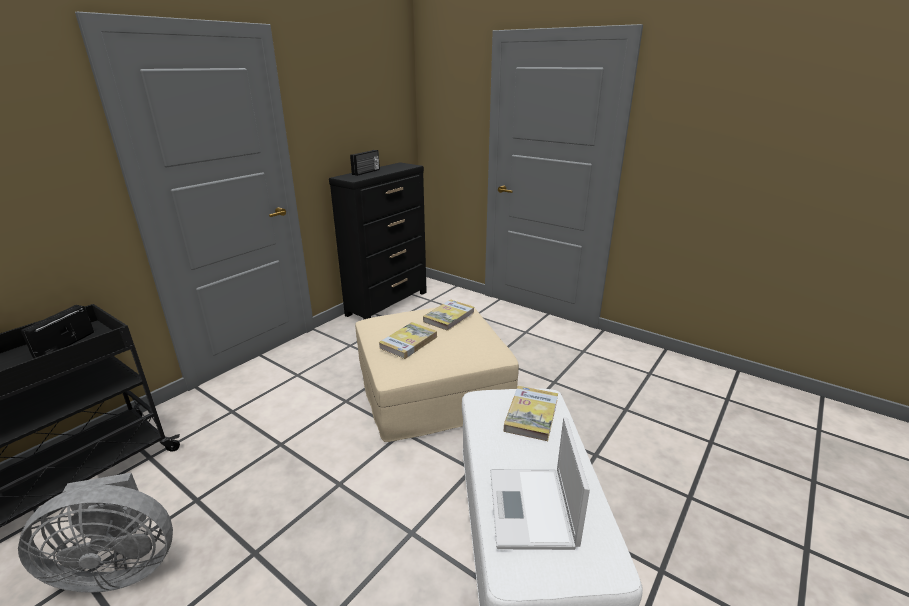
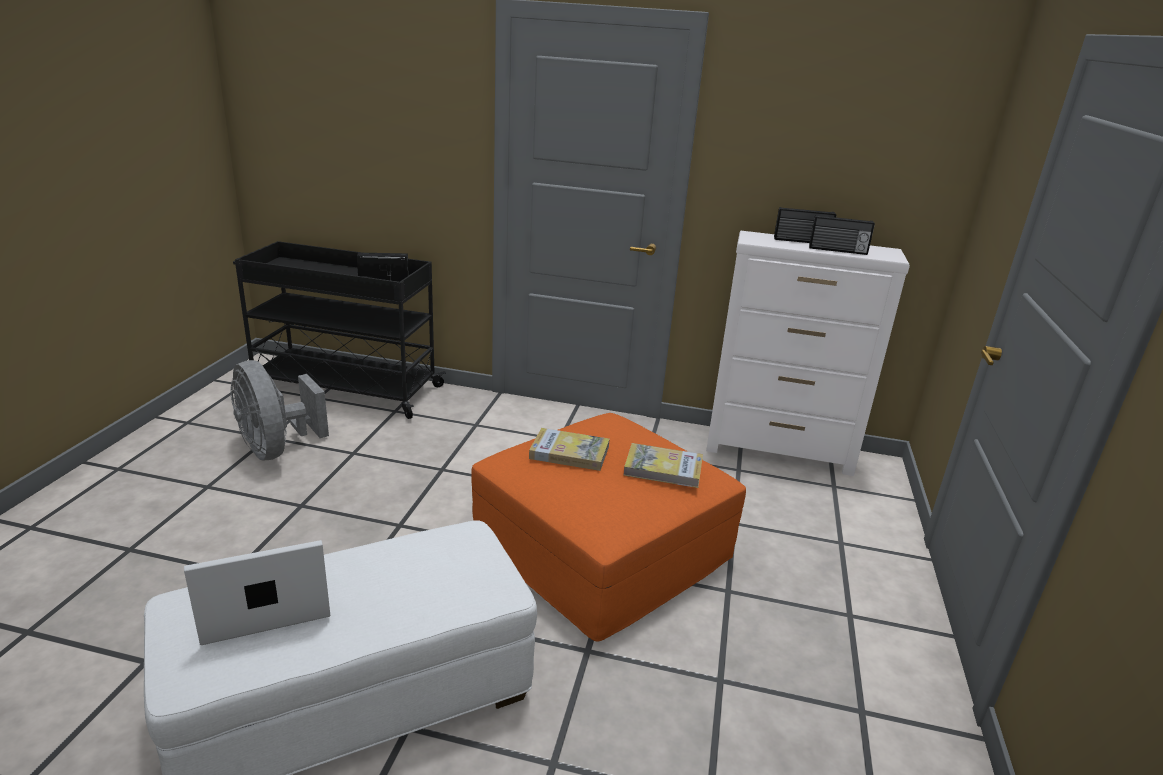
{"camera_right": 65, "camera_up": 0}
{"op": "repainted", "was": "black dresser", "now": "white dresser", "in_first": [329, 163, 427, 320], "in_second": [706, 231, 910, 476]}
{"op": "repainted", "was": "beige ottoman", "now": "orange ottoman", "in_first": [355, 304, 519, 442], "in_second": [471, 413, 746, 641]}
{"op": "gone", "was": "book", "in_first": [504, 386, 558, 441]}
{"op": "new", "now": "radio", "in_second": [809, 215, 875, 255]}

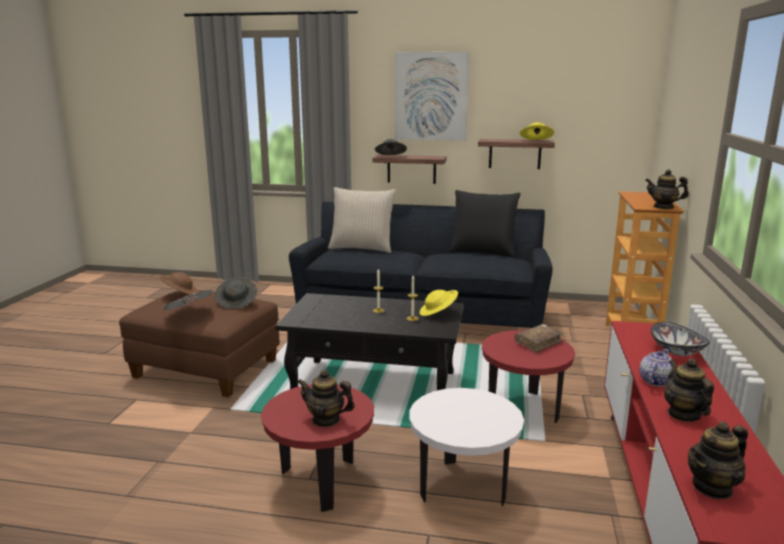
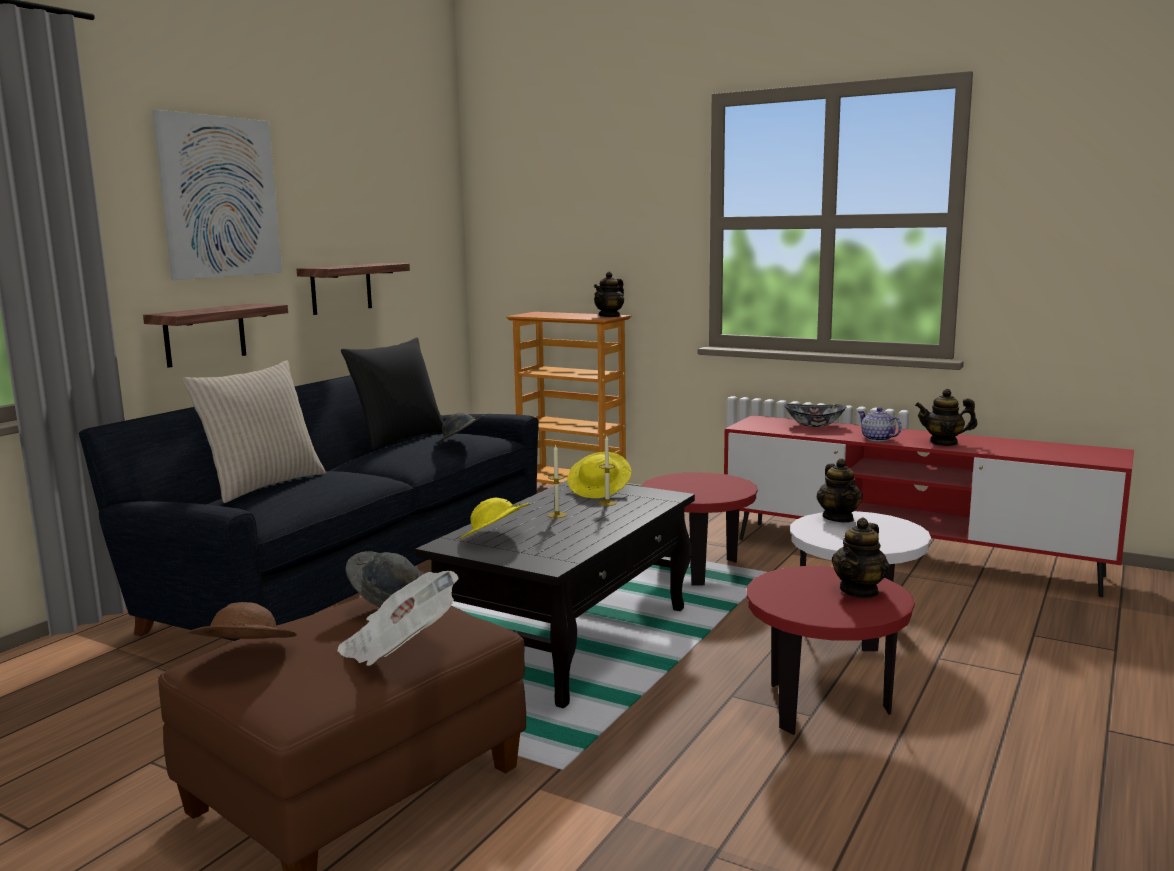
{"camera_right": -70, "camera_up": -5}
{"op": "shifted", "was": "grey hat", "in_first": [375, 139, 407, 155], "in_second": [435, 413, 485, 444]}
{"op": "gone", "was": "brown book", "in_first": [515, 324, 564, 353]}
{"op": "shifted", "was": "yellow hat", "in_first": [520, 122, 554, 140], "in_second": [460, 497, 529, 538]}
{"op": "shifted", "was": "teapot", "in_first": [688, 421, 748, 500], "in_second": [817, 458, 863, 523]}

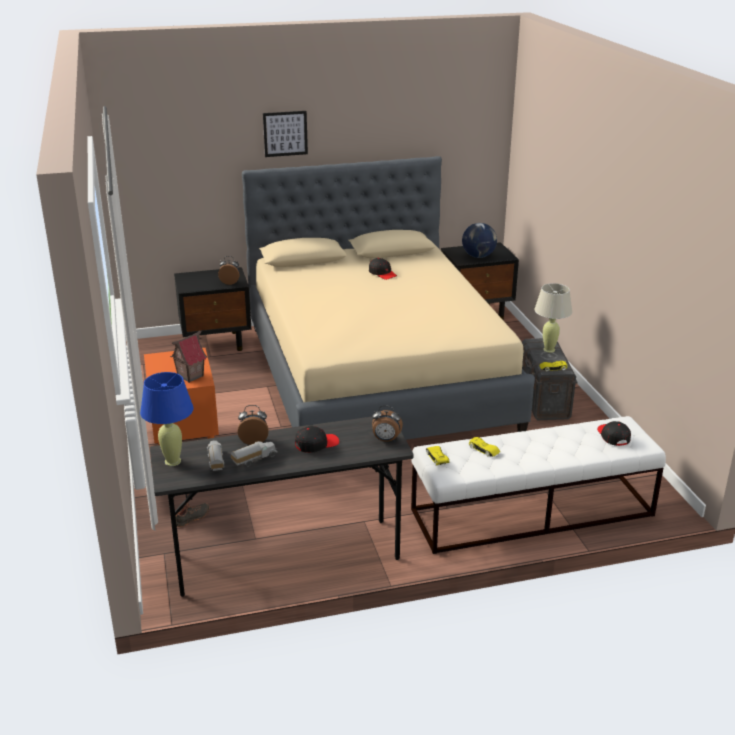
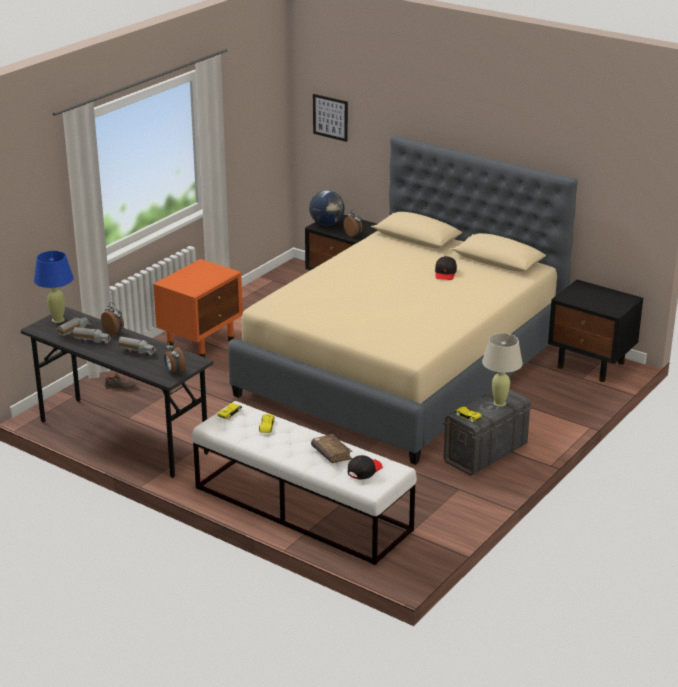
{"camera_right": 50, "camera_up": 0}
{"op": "gone", "was": "toy house", "in_first": [170, 331, 207, 383]}
{"op": "shifted", "was": "picture", "in_first": [263, 111, 308, 157], "in_second": [313, 94, 348, 142]}
{"op": "swapped", "was": "black cap", "now": "toy truck", "in_first": [295, 426, 339, 453], "in_second": [118, 336, 156, 357]}
{"op": "shifted", "was": "globe", "in_first": [462, 223, 497, 258], "in_second": [309, 190, 345, 226]}
{"op": "new", "now": "brown book", "in_second": [311, 434, 353, 463]}

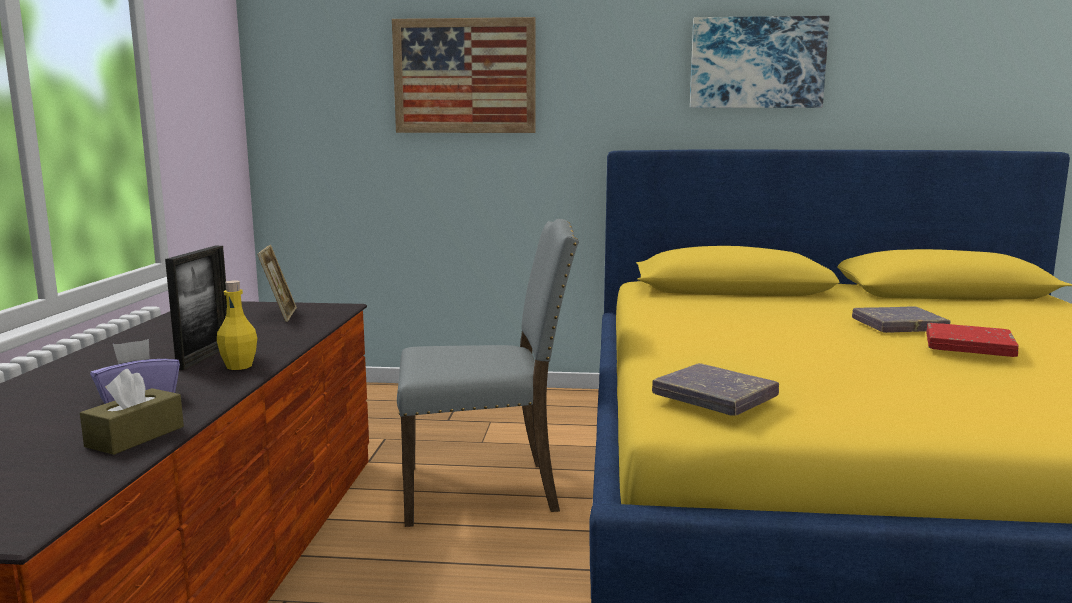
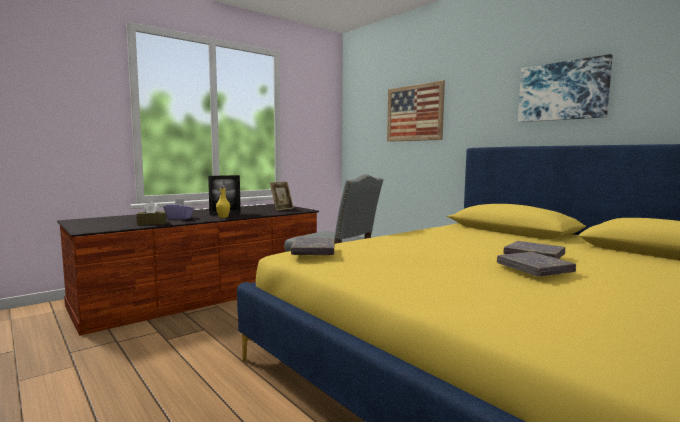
{"camera_right": 45, "camera_up": -5}
{"op": "repainted", "was": "red book", "now": "grey book", "in_first": [926, 323, 1018, 357], "in_second": [497, 252, 576, 276]}

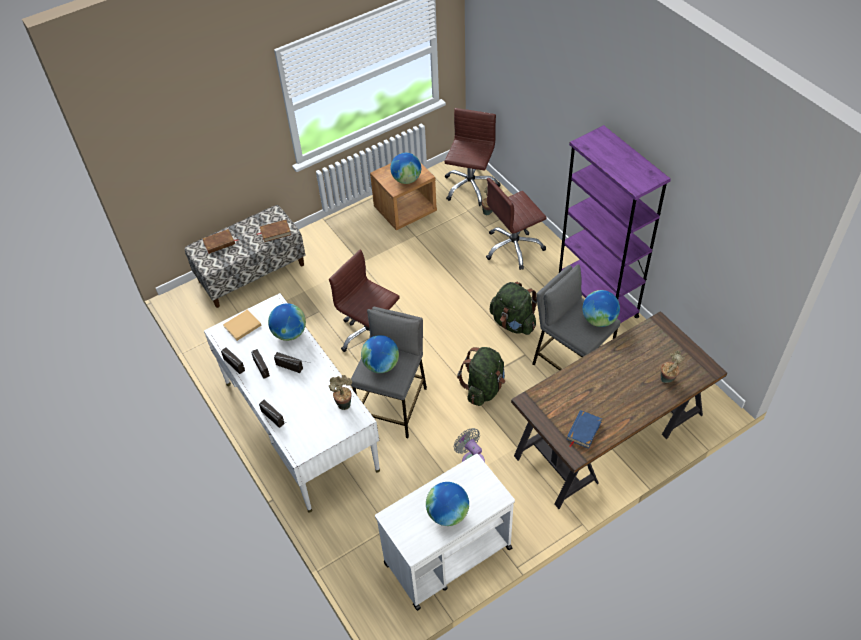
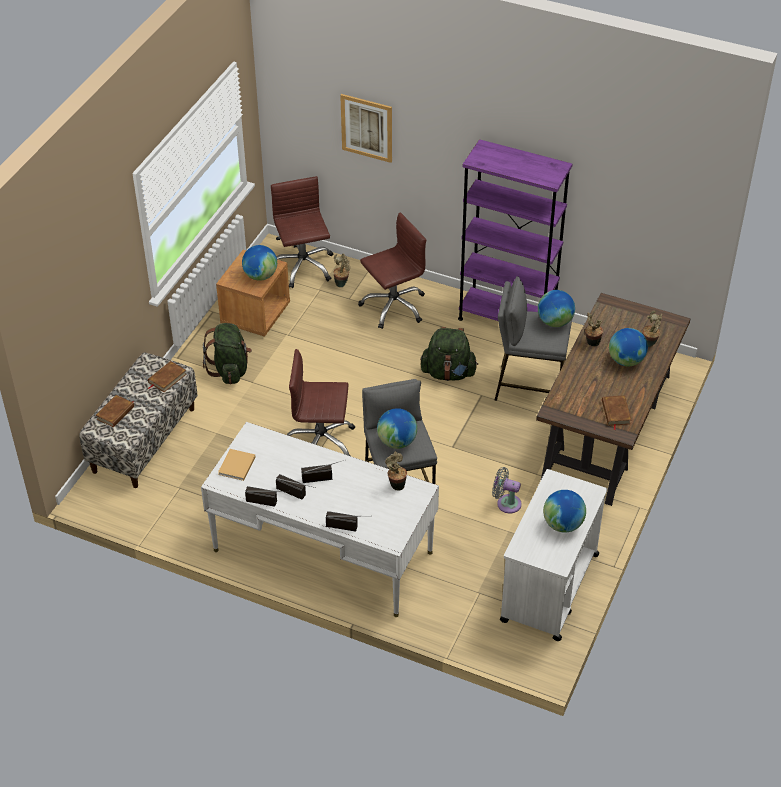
{"camera_right": -35, "camera_up": -5}
{"op": "shifted", "was": "globe", "in_first": [268, 303, 306, 341], "in_second": [609, 328, 648, 366]}
{"op": "shifted", "was": "green backpack", "in_first": [457, 347, 505, 406], "in_second": [203, 323, 252, 384]}
{"op": "rotated", "was": "brown office chair", "in_first": [486, 178, 547, 270], "in_second": [358, 212, 426, 329], "clockwise": -150}
{"op": "repainted", "was": "blue book", "now": "brown book", "in_first": [567, 410, 602, 449], "in_second": [602, 395, 631, 430]}
{"op": "new", "now": "picture", "in_second": [340, 94, 392, 163]}
{"op": "new", "now": "potted plant", "in_second": [585, 313, 603, 347]}

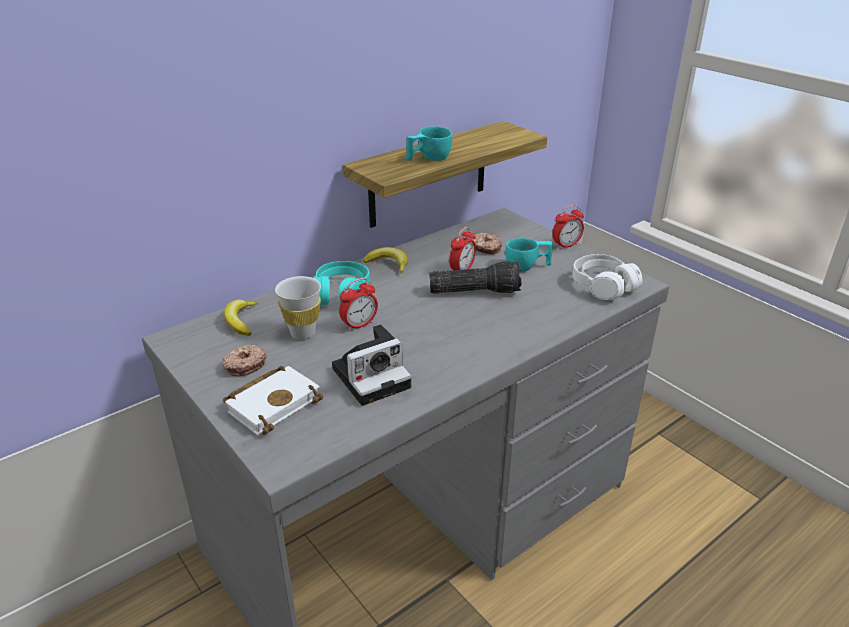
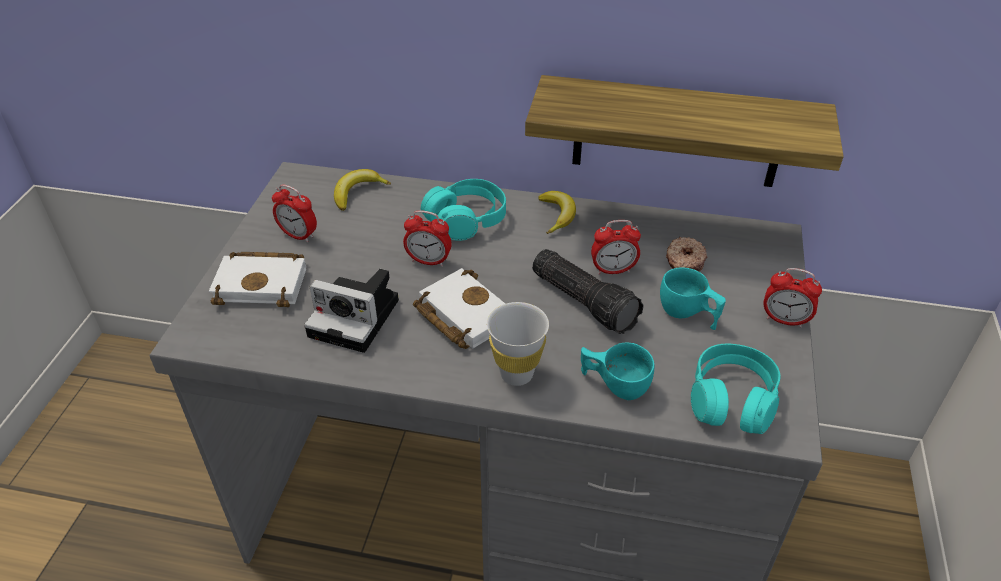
{"camera_right": 50, "camera_up": 10}
{"op": "swapped", "was": "donut", "now": "alarm clock", "in_first": [222, 344, 267, 377], "in_second": [272, 184, 317, 243]}
{"op": "shifted", "was": "white cup", "in_first": [275, 276, 321, 340], "in_second": [487, 302, 549, 386]}
{"op": "shifted", "was": "turquoise cup", "in_first": [406, 127, 452, 161], "in_second": [581, 342, 654, 400]}
{"op": "repainted", "was": "white headphones", "now": "turquoise headphones", "in_first": [572, 254, 642, 300], "in_second": [691, 344, 780, 434]}
{"op": "new", "now": "white book", "in_second": [413, 268, 505, 349]}

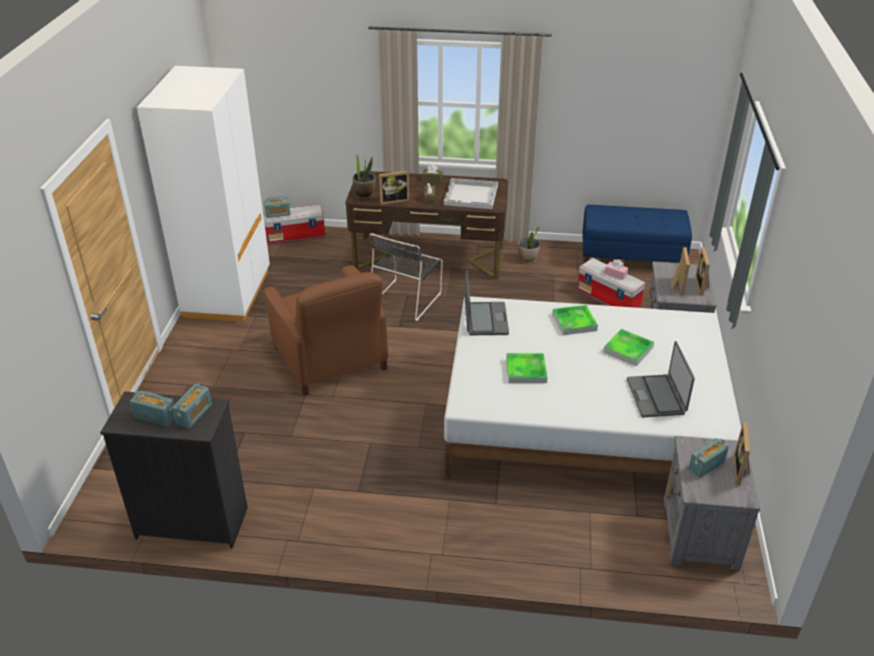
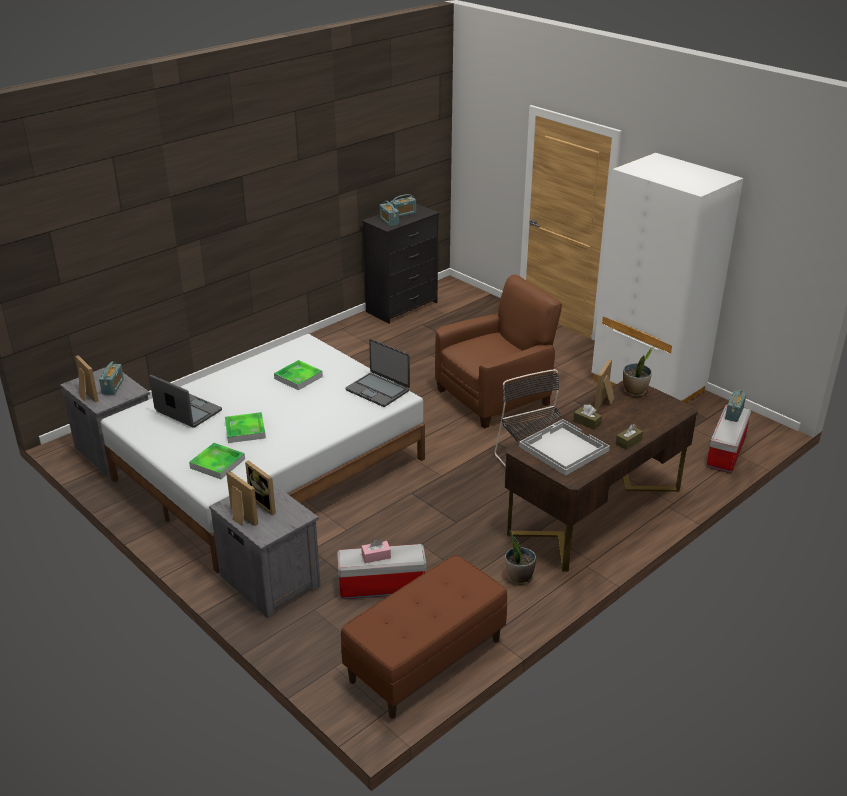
{"camera_right": 130, "camera_up": -5}
{"op": "rotated", "was": "brown armchair", "in_first": [264, 265, 388, 396], "in_second": [435, 275, 562, 429], "clockwise": 135}
{"op": "shifted", "was": "tray", "in_first": [552, 305, 598, 335], "in_second": [189, 443, 245, 479]}
{"op": "repainted", "was": "blue bench", "now": "brown bench", "in_first": [582, 205, 692, 263], "in_second": [341, 554, 507, 719]}

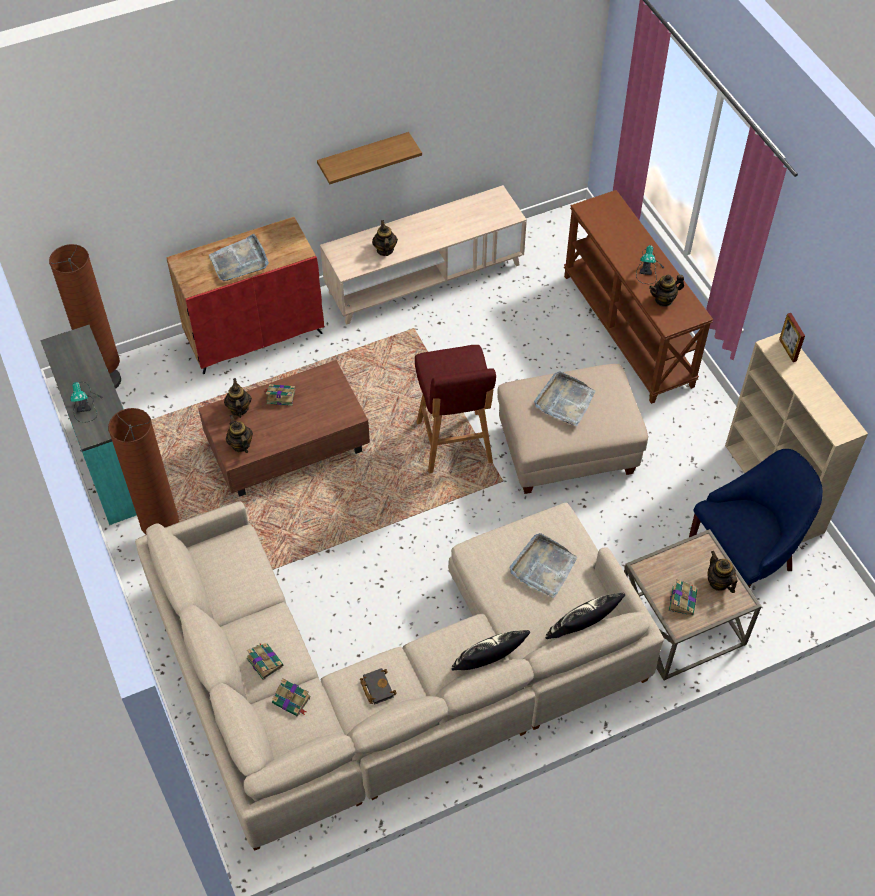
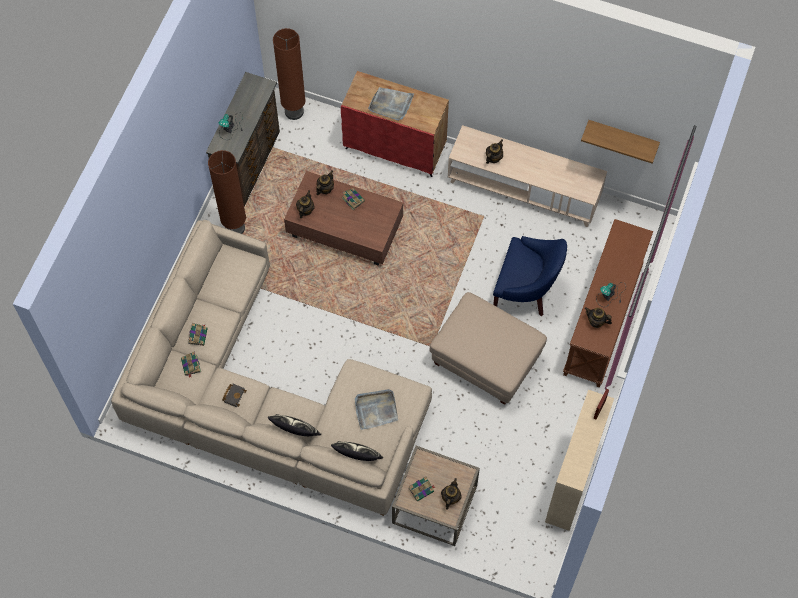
{"camera_right": 45, "camera_up": 10}
{"op": "repainted", "was": "turquoise dresser", "now": "brown dresser", "in_first": [40, 325, 137, 525], "in_second": [206, 72, 280, 206]}
{"op": "shifted", "was": "shelf", "in_first": [317, 132, 422, 184], "in_second": [581, 120, 660, 164]}
{"op": "gone", "was": "red stool", "in_first": [415, 345, 496, 473]}
{"op": "gone", "was": "grey tray", "in_first": [534, 371, 595, 426]}
{"op": "shifted", "was": "blue armchair", "in_first": [689, 449, 823, 588], "in_second": [493, 236, 567, 316]}

